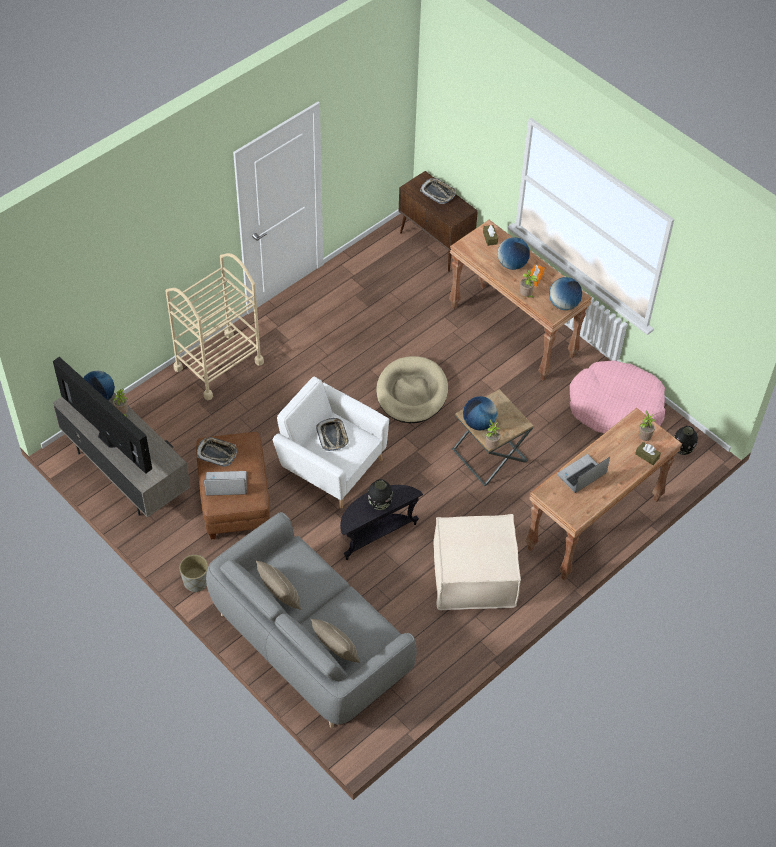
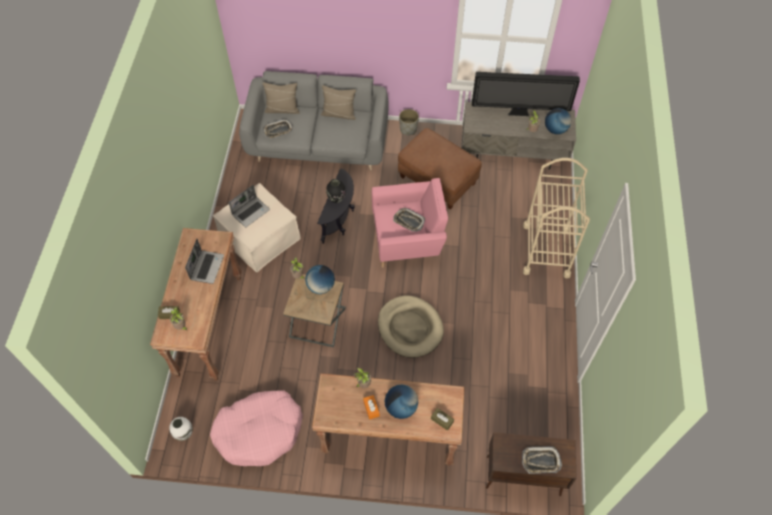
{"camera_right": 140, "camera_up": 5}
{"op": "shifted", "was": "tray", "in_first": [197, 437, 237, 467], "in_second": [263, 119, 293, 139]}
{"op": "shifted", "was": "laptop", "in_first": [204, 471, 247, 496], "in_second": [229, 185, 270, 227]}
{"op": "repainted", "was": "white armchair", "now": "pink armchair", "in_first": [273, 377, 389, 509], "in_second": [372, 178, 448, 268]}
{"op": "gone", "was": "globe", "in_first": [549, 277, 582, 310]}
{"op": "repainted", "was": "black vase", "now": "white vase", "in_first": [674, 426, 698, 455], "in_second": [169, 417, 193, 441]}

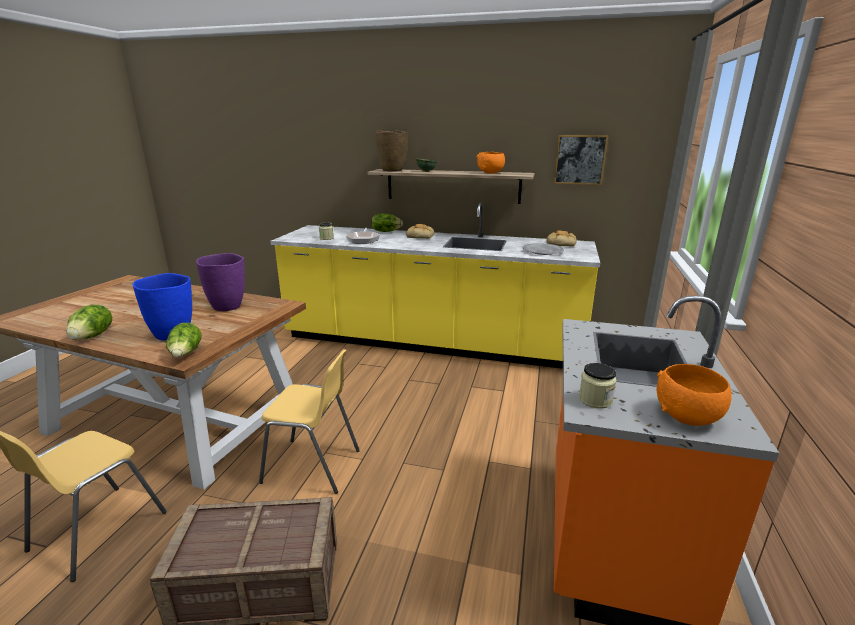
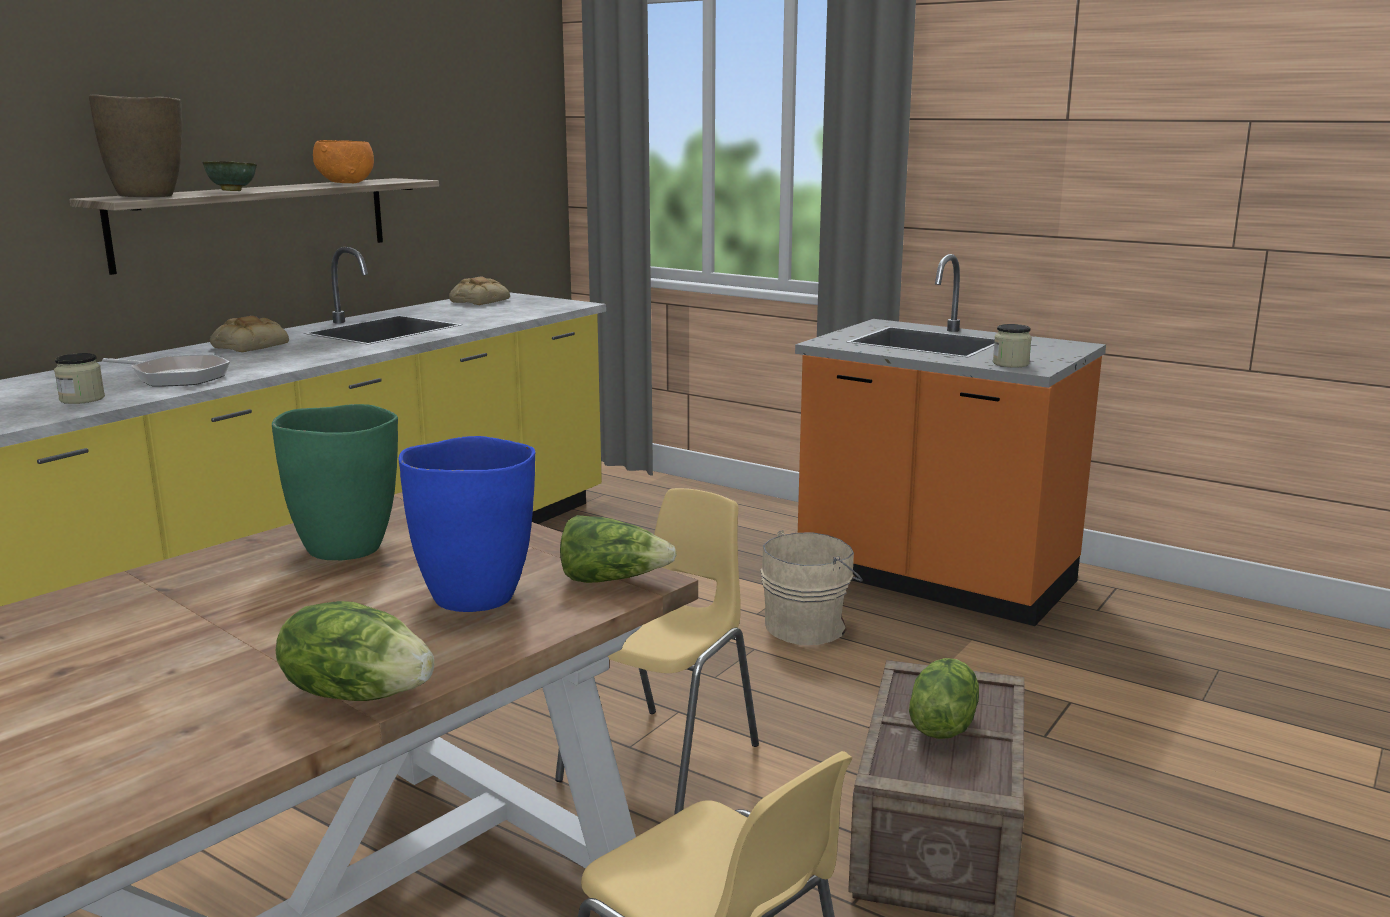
{"camera_right": -70, "camera_up": -5}
{"op": "repainted", "was": "purple vase", "now": "green vase", "in_first": [196, 253, 245, 311], "in_second": [272, 404, 398, 560]}
{"op": "shifted", "was": "lettuce", "in_first": [372, 213, 403, 232], "in_second": [909, 658, 979, 739]}
{"op": "gone", "was": "grey plate", "in_first": [523, 243, 564, 255]}
{"op": "gone", "was": "picture", "in_first": [554, 135, 608, 185]}
{"op": "gone", "was": "orange bowl", "in_first": [657, 364, 731, 426]}
{"op": "new", "now": "beige bucket", "in_second": [760, 530, 863, 645]}

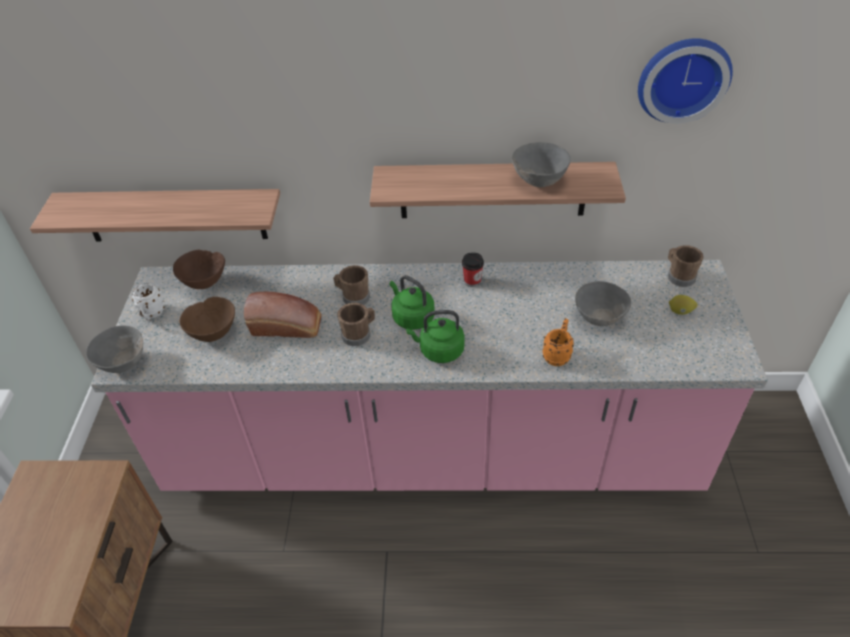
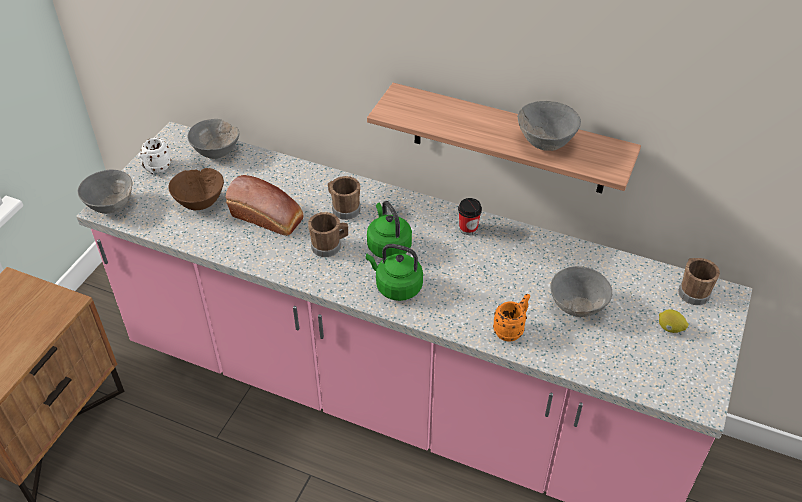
{"camera_right": 20, "camera_up": 0}
{"op": "gone", "was": "shelf", "in_first": [30, 189, 280, 241]}
{"op": "repainted", "was": "brown bowl", "now": "grey bowl", "in_first": [173, 250, 225, 289], "in_second": [188, 119, 239, 159]}
{"op": "gone", "was": "wall clock", "in_first": [638, 38, 733, 124]}

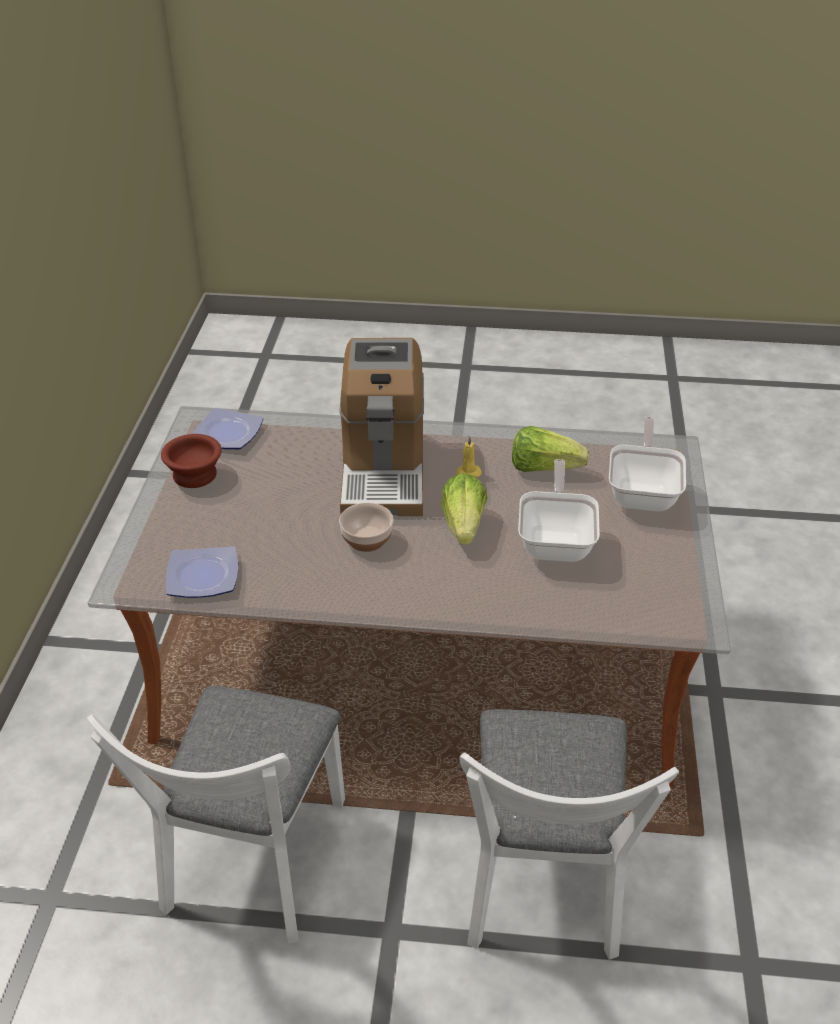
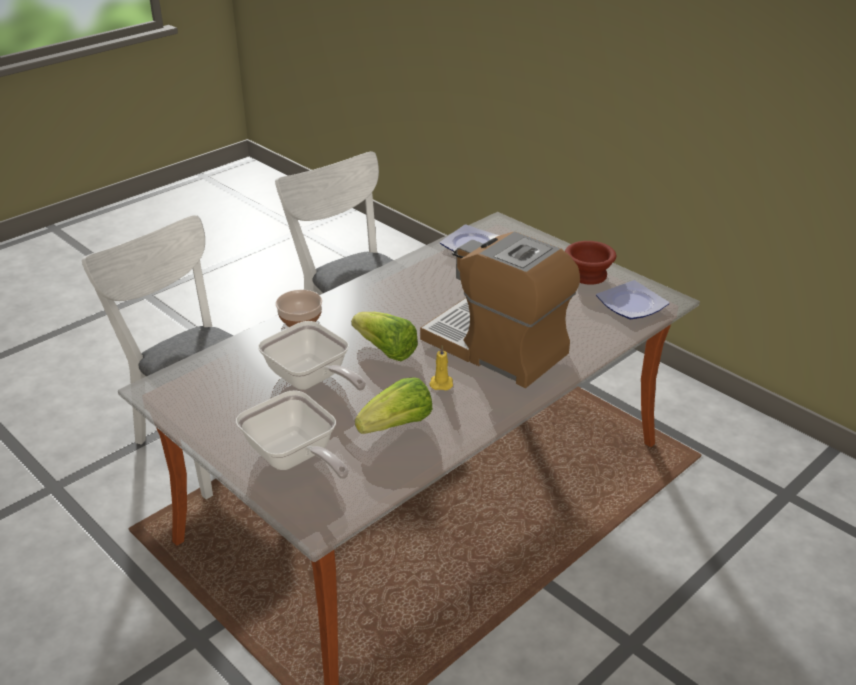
{"camera_right": 130, "camera_up": -5}
{"op": "shifted", "was": "bowl", "in_first": [339, 503, 393, 552], "in_second": [276, 290, 322, 327]}

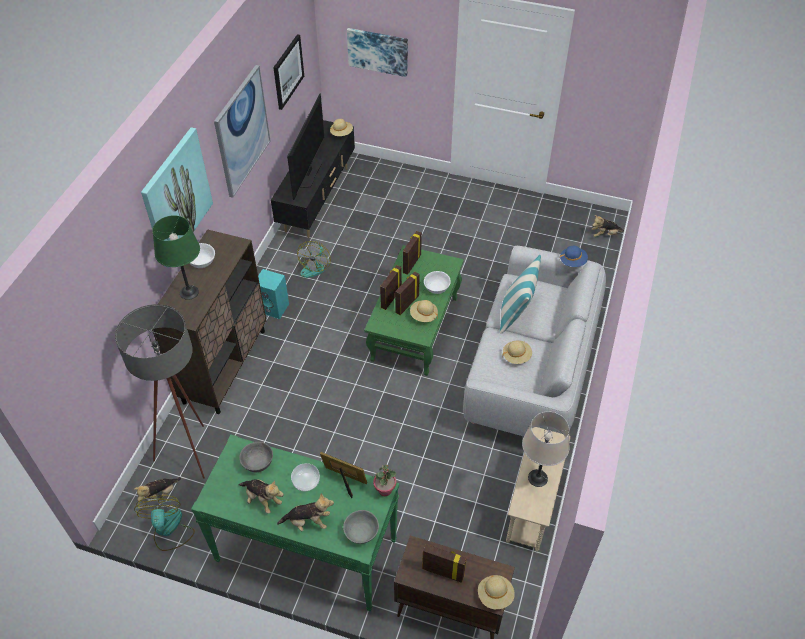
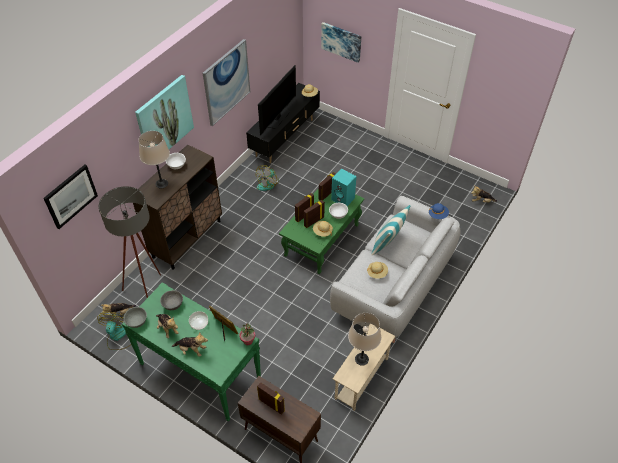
{"camera_right": 15, "camera_up": 0}
{"op": "repainted", "was": "green table lamp", "now": "beige table lamp", "in_first": [152, 215, 200, 300], "in_second": [139, 131, 170, 188]}
{"op": "shifted", "was": "turquoise speaker", "in_first": [258, 269, 289, 319], "in_second": [331, 169, 357, 206]}
{"op": "shifted", "was": "picture", "in_first": [273, 34, 304, 110], "in_second": [44, 165, 98, 229]}
{"op": "shifted", "was": "grey bowl", "in_first": [343, 510, 379, 544], "in_second": [124, 307, 147, 328]}
{"op": "gone", "was": "beige hat", "in_first": [478, 575, 515, 609]}

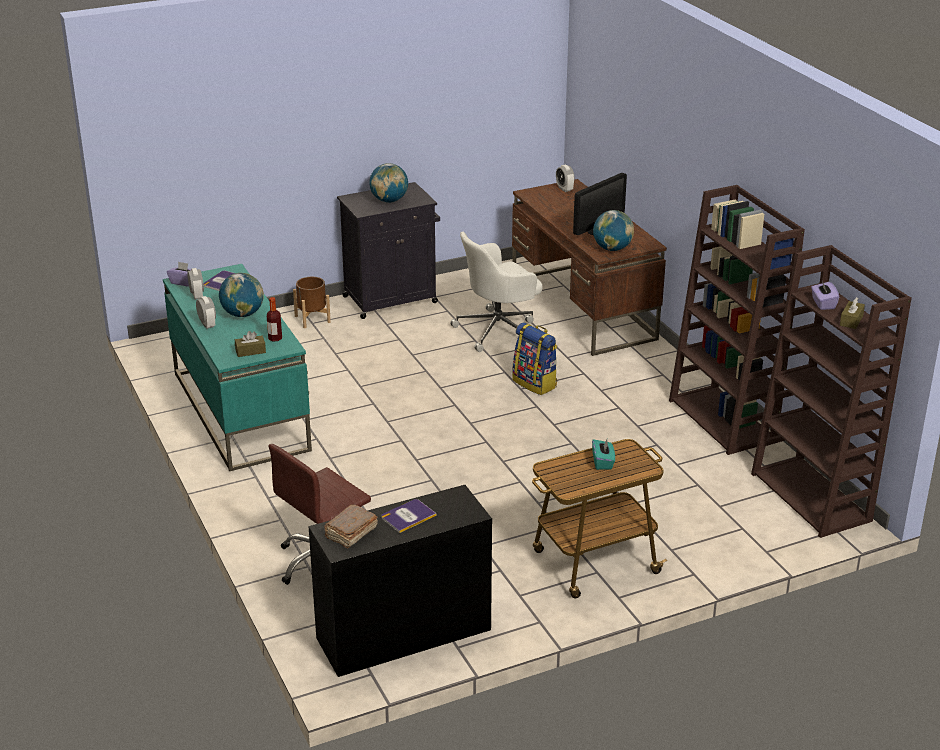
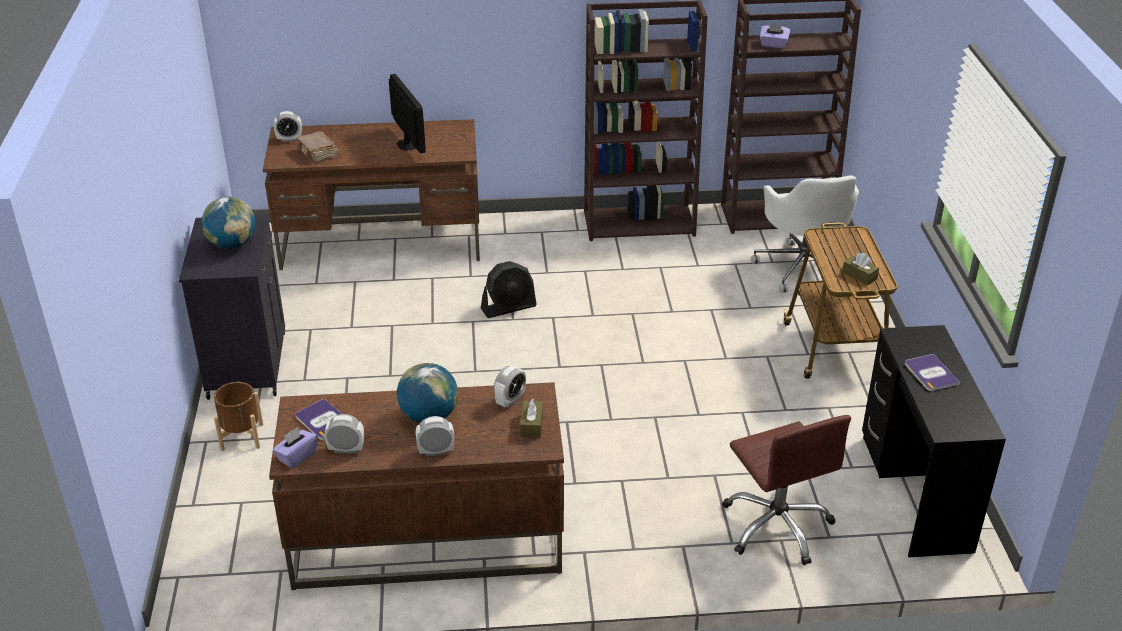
{"camera_right": -70, "camera_up": 5}
{"op": "repainted", "was": "turquoise desk", "now": "brown desk", "in_first": [163, 264, 312, 471], "in_second": [269, 382, 564, 590]}
{"op": "swapped", "was": "bottle", "now": "alarm clock", "in_first": [267, 297, 282, 341], "in_second": [494, 365, 526, 408]}
{"op": "shifted", "was": "brown book", "in_first": [324, 504, 378, 549], "in_second": [296, 131, 337, 163]}
{"op": "shifted", "was": "white office chair", "in_first": [450, 232, 543, 352], "in_second": [751, 175, 859, 293]}
{"op": "swapped", "was": "backpack", "now": "black fan", "in_first": [512, 322, 557, 395], "in_second": [481, 261, 537, 318]}
{"op": "gone", "was": "turquoise tissue box", "in_first": [592, 439, 615, 470]}
{"op": "gone", "was": "globe", "in_first": [593, 210, 634, 251]}
{"op": "shifted", "was": "brown tissue box", "in_first": [840, 297, 865, 329], "in_second": [842, 253, 879, 285]}

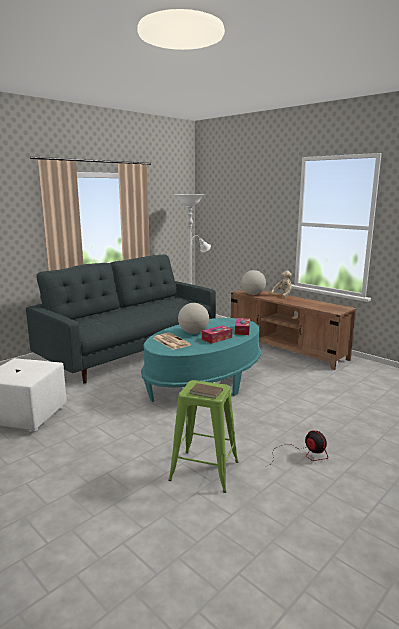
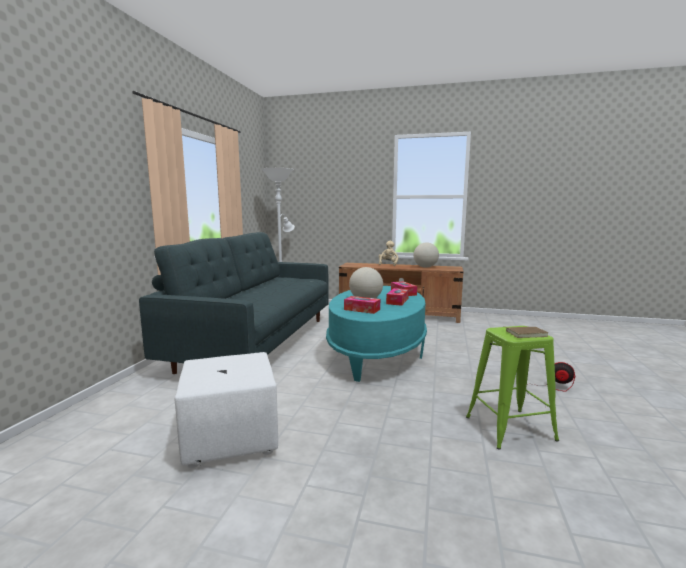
{"camera_right": -30, "camera_up": -5}
{"op": "swapped", "was": "newspaper", "now": "tissue box", "in_first": [153, 333, 191, 350], "in_second": [344, 296, 380, 314]}
{"op": "shifted", "was": "globe", "in_first": [241, 270, 266, 295], "in_second": [413, 242, 439, 268]}

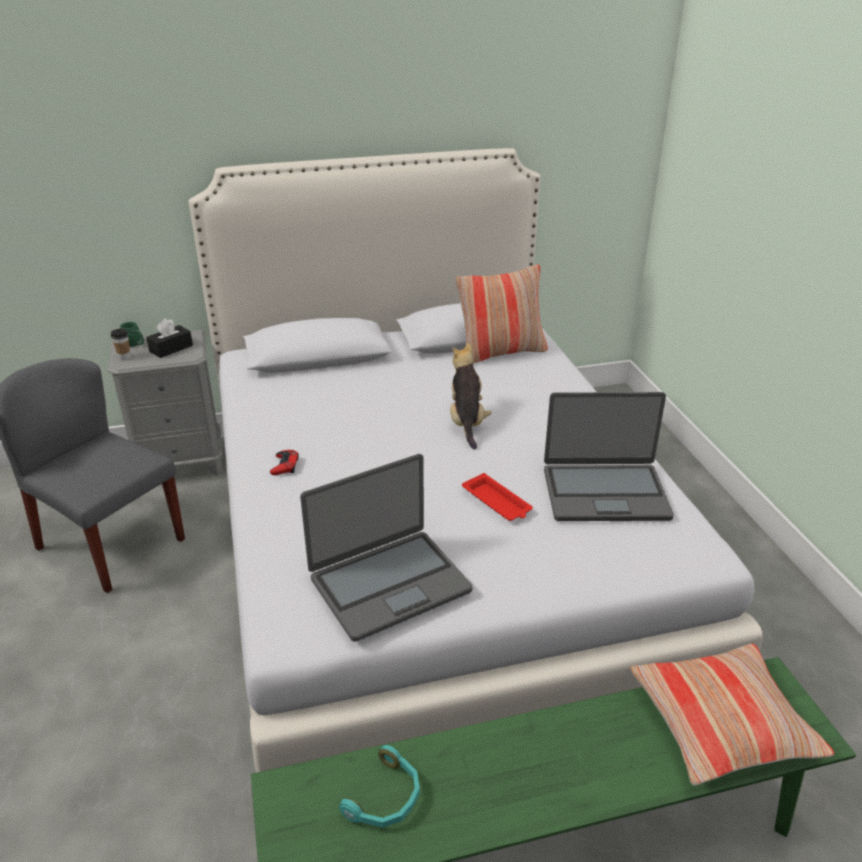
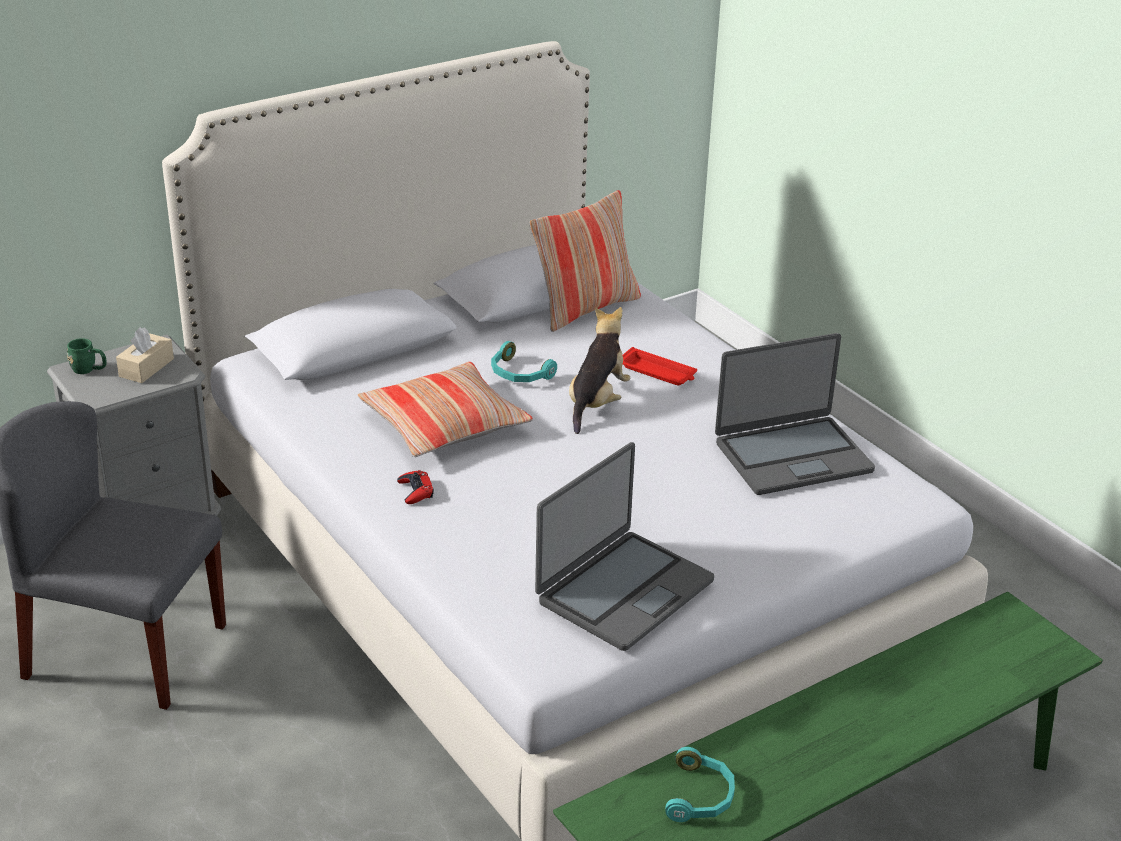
{"camera_right": -20, "camera_up": 0}
{"op": "gone", "was": "cup", "in_first": [111, 329, 131, 360]}
{"op": "repainted", "was": "black tissue box", "now": "beige tissue box", "in_first": [146, 318, 193, 358], "in_second": [116, 327, 174, 383]}
{"op": "rotated", "was": "plush toy", "in_first": [450, 343, 492, 450], "in_second": [569, 307, 630, 434], "clockwise": 45}
{"op": "shifted", "was": "red tray", "in_first": [462, 473, 533, 521], "in_second": [622, 347, 697, 386]}
{"op": "shifted", "was": "pillow", "in_first": [630, 644, 834, 786], "in_second": [358, 362, 533, 457]}
{"op": "new", "now": "turquoise headphones", "in_second": [491, 341, 557, 382]}

